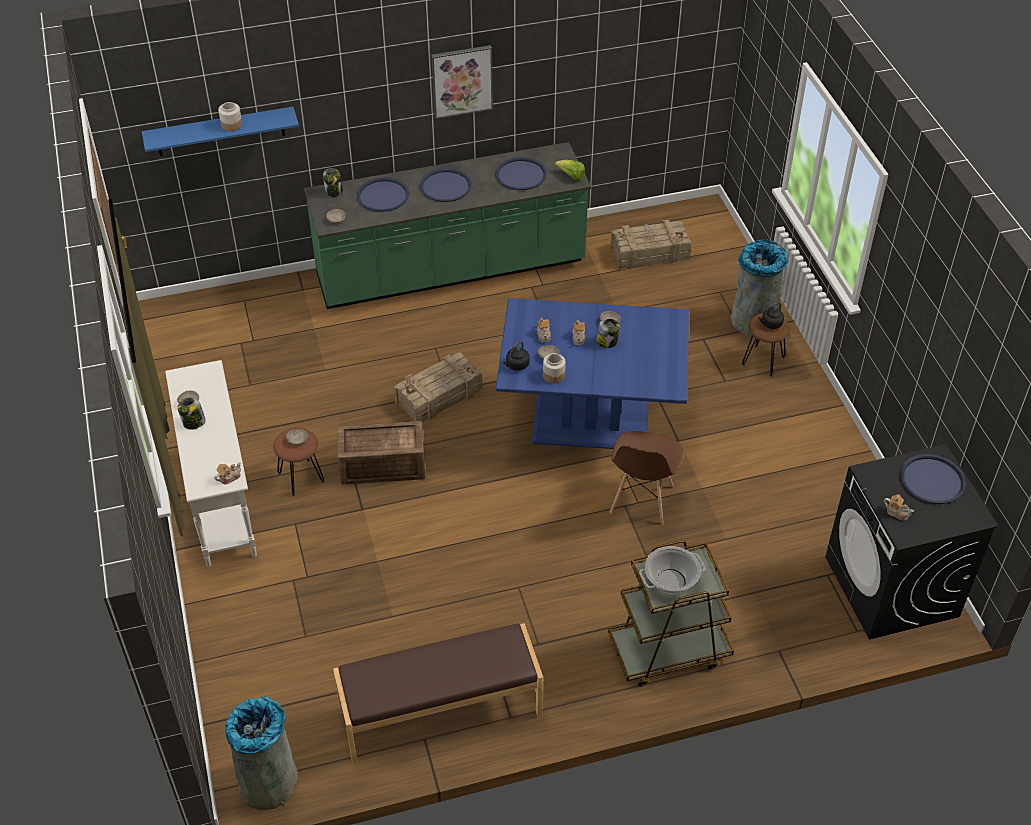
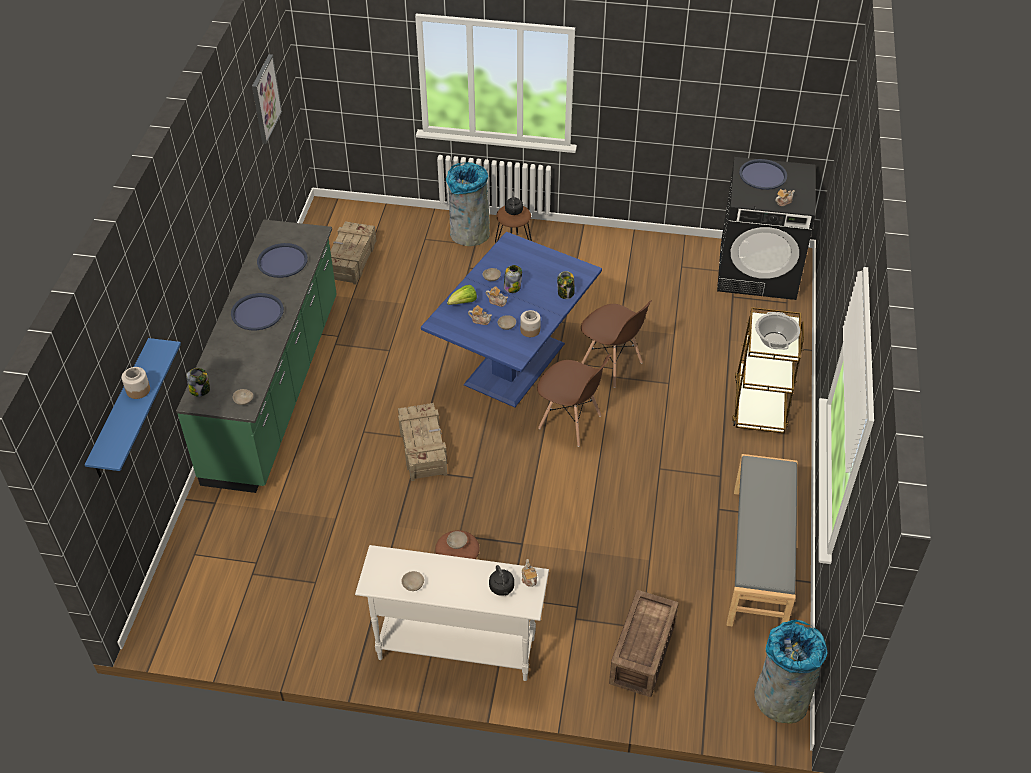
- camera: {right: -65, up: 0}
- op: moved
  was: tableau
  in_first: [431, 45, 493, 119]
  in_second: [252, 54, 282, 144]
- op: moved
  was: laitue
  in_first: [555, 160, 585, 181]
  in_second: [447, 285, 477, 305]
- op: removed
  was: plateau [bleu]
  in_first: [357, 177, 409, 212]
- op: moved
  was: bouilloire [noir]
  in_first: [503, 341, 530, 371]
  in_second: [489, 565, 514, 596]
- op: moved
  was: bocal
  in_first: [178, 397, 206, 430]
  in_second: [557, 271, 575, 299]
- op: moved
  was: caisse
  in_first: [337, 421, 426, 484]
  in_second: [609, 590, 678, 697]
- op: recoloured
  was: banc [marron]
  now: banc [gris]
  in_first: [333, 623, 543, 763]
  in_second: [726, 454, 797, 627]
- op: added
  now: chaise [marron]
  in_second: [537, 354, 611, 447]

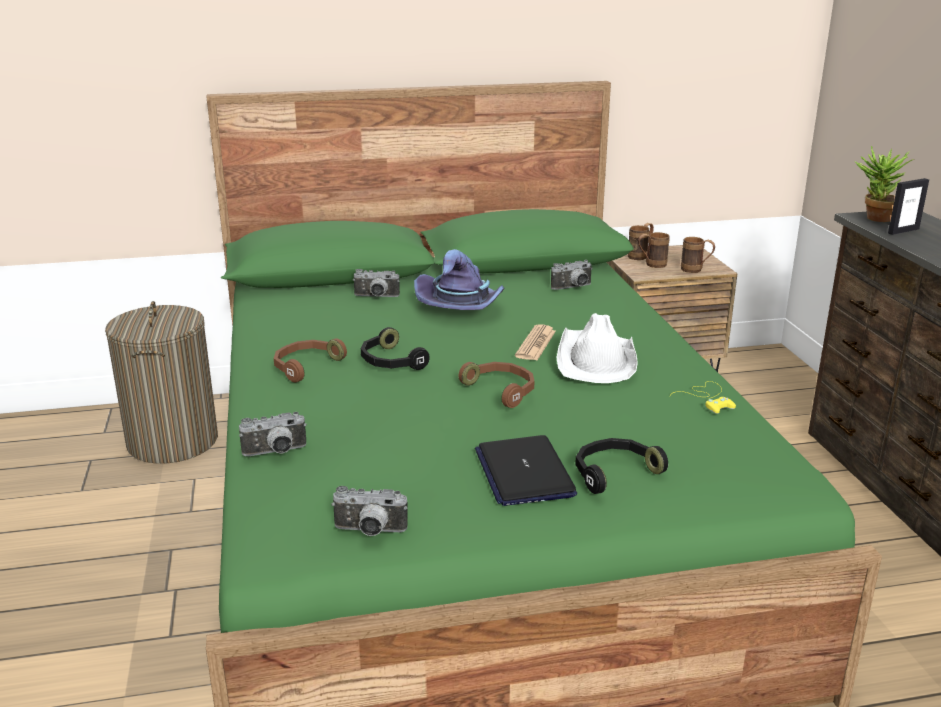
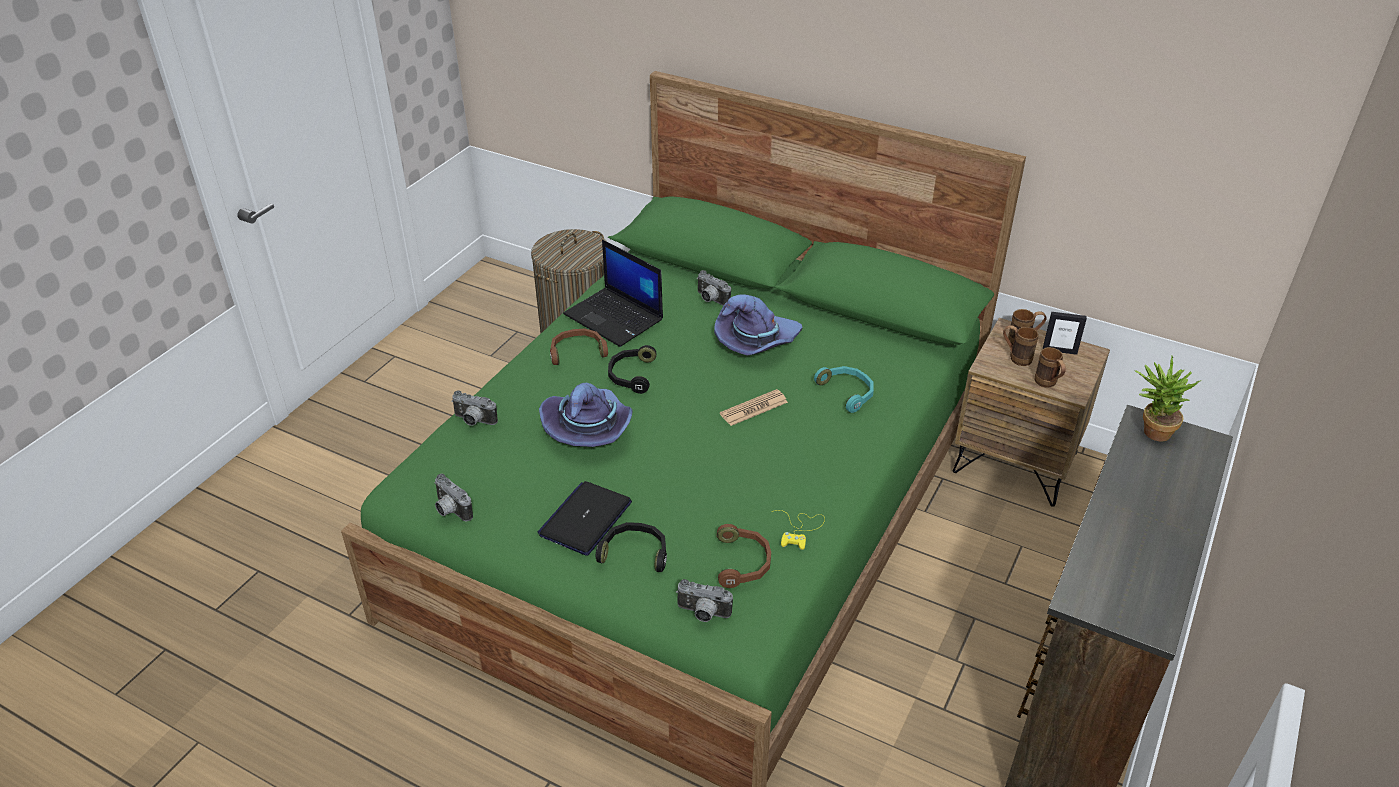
- camera: {right: 40, up: 15}
- op: moved
  was: cadre photo
  in_first: [888, 178, 929, 235]
  in_second: [1043, 312, 1087, 355]
- op: moved
  was: appareil photo
  in_first: [551, 260, 593, 290]
  in_second: [676, 579, 733, 622]
- op: removed
  was: chapeau [blanc]
  in_first: [557, 313, 638, 383]
- op: moved
  was: casque audio [marron]
  in_first: [459, 362, 534, 408]
  in_second: [717, 524, 771, 588]
- op: added
  now: ordinateur portable
  in_second: [563, 240, 663, 347]
- op: added
  now: casque audio [turquoise]
  in_second: [814, 366, 874, 413]
- op: added
  now: chapeau [violet]
  in_second: [539, 383, 632, 447]

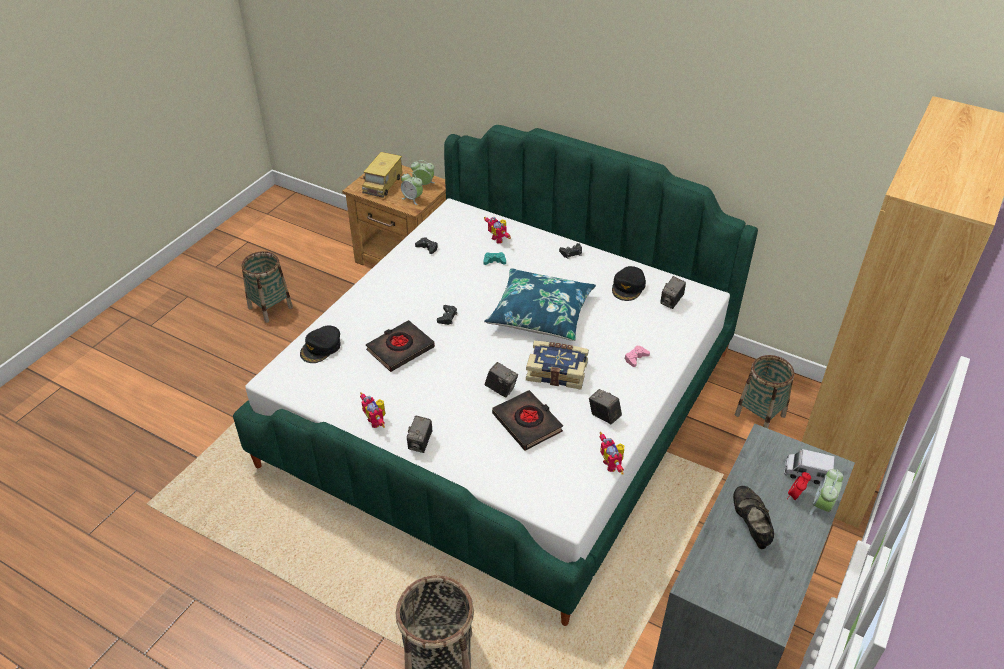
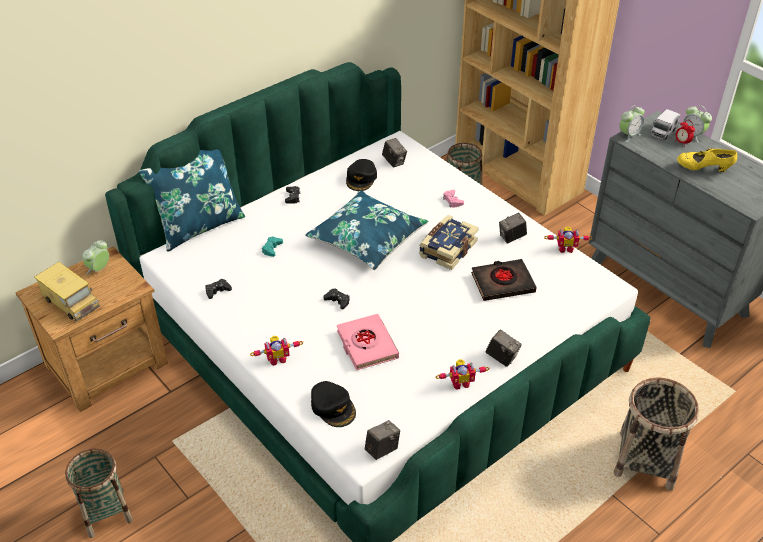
- camera: {right: -70, up: 0}
- op: moved
  was: réveil
  in_first: [401, 172, 423, 205]
  in_second: [619, 105, 644, 142]
- op: moved
  was: robot jouet
  in_first: [484, 217, 511, 244]
  in_second: [250, 336, 303, 366]
- op: turned
  was: casquette [noir]
  in_first: [612, 266, 646, 301]
  in_second: [346, 159, 377, 191]
  clockwise: 60
- op: recoloured
  was: livre [noir]
  now: livre [rose]
  in_first: [366, 320, 435, 372]
  in_second: [337, 314, 399, 370]
- op: moved
  was: appareil photo
  in_first: [485, 362, 518, 398]
  in_second: [365, 420, 400, 460]
- op: recoloured
  was: chaussure [noir]
  now: chaussure [jaune]
  in_first: [733, 486, 774, 549]
  in_second: [677, 148, 737, 172]
- op: added
  now: coussin [bleu]
  in_second: [139, 150, 245, 252]

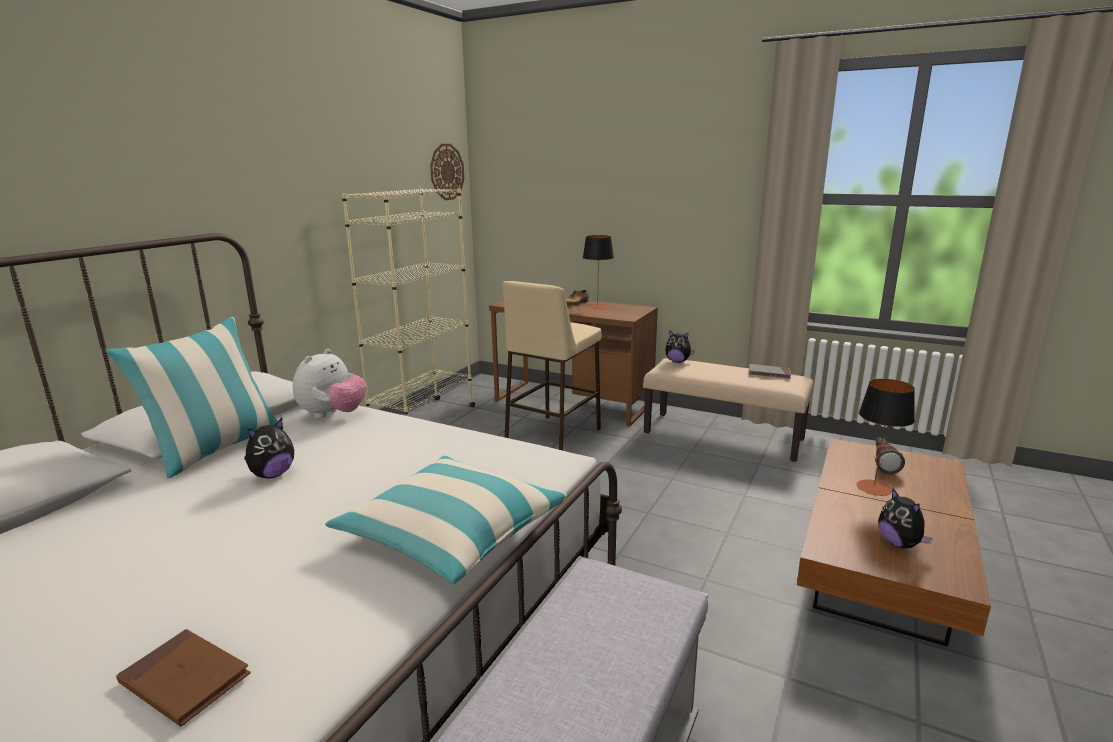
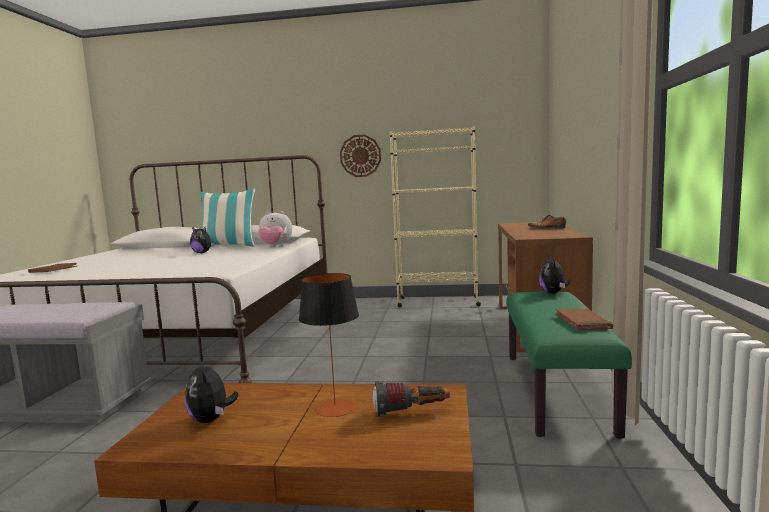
- camera: {right: 70, up: -10}
- op: moved
  was: horloge murale
  in_first: [430, 144, 464, 200]
  in_second: [340, 135, 381, 177]
- op: removed
  was: lampe de table
  in_first: [583, 235, 614, 309]
- op: removed
  was: tabouret [beige]
  in_first: [502, 281, 602, 451]
- op: recoloured
  was: banc [beige]
  now: banc [vert]
  in_first: [643, 358, 814, 462]
  in_second: [506, 292, 632, 439]
- op: recoloured
  was: livre [gris]
  now: livre [marron]
  in_first: [749, 364, 791, 379]
  in_second: [555, 308, 613, 330]
- op: removed
  was: coussin
  in_first: [325, 455, 567, 585]
- op: turned
  was: peluche
  in_first: [878, 487, 933, 548]
  in_second: [185, 358, 238, 423]
  clockwise: -75

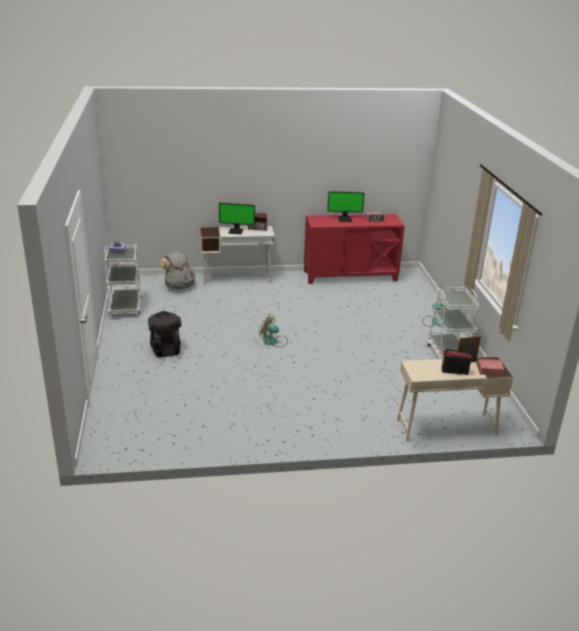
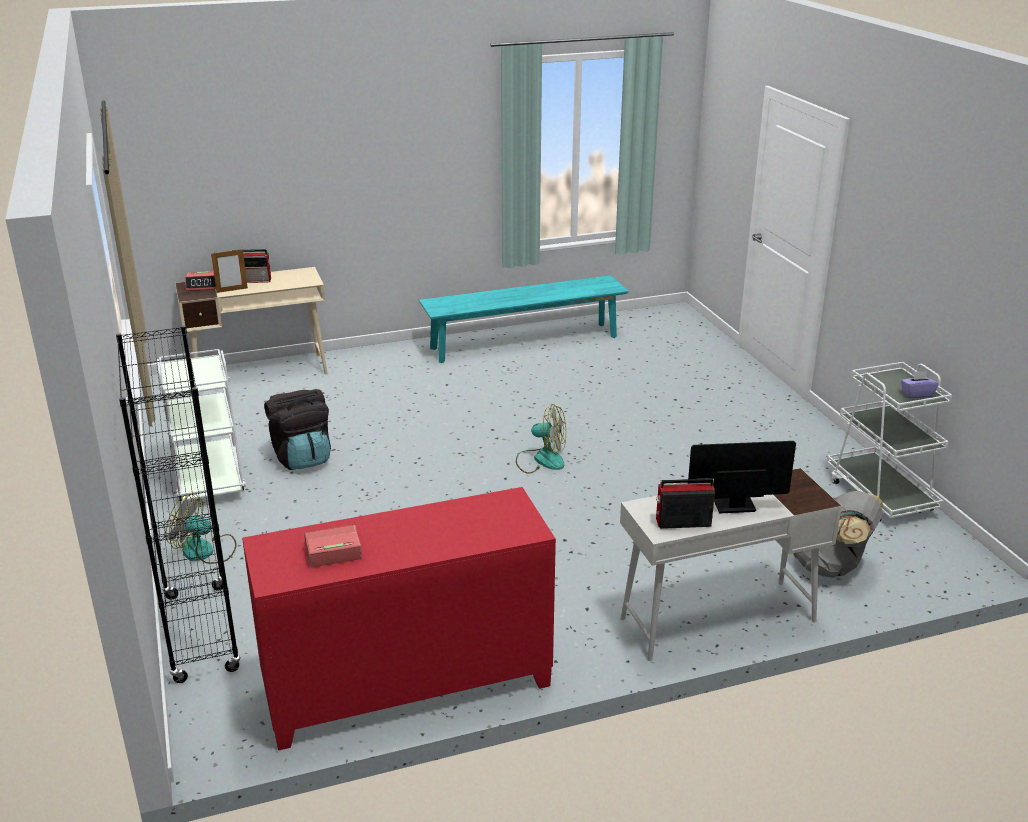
- camera: {right: 170, up: 0}
- op: removed
  was: écran d'ordinateur
  in_first: [327, 191, 364, 222]
- op: moved
  was: sac à dos [noir]
  in_first: [148, 311, 181, 358]
  in_second: [264, 389, 331, 470]
- op: added
  now: banc [turquoise]
  in_second: [419, 275, 629, 363]
- op: added
  now: bibliothèque [noir]
  in_second: [116, 325, 241, 683]

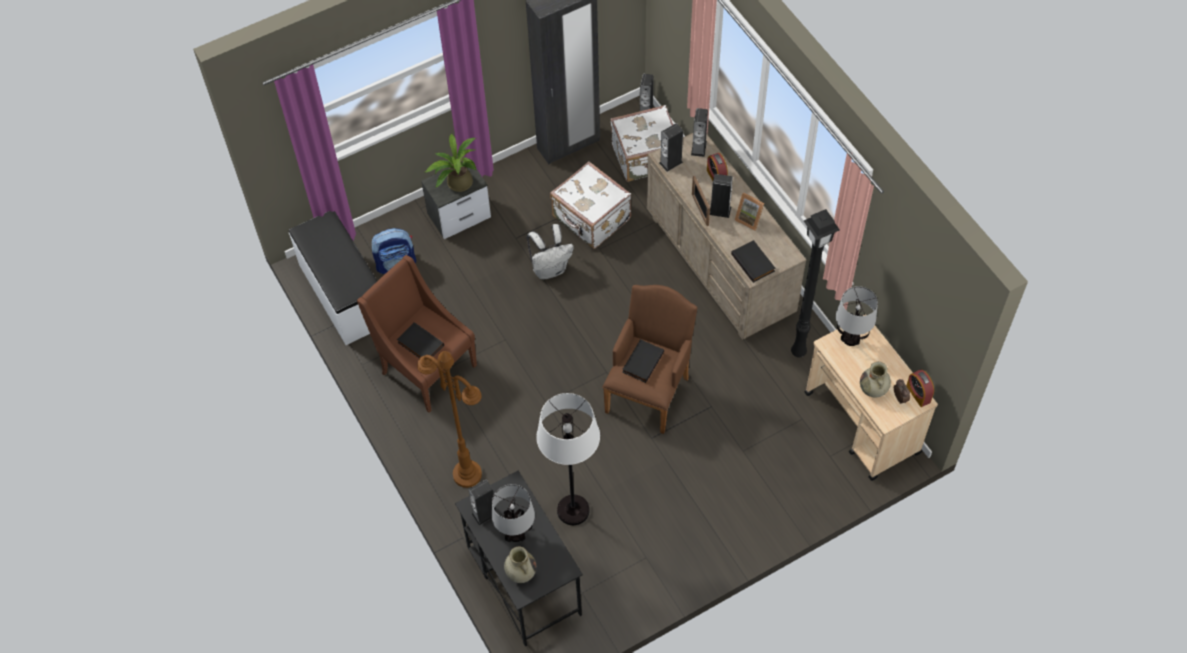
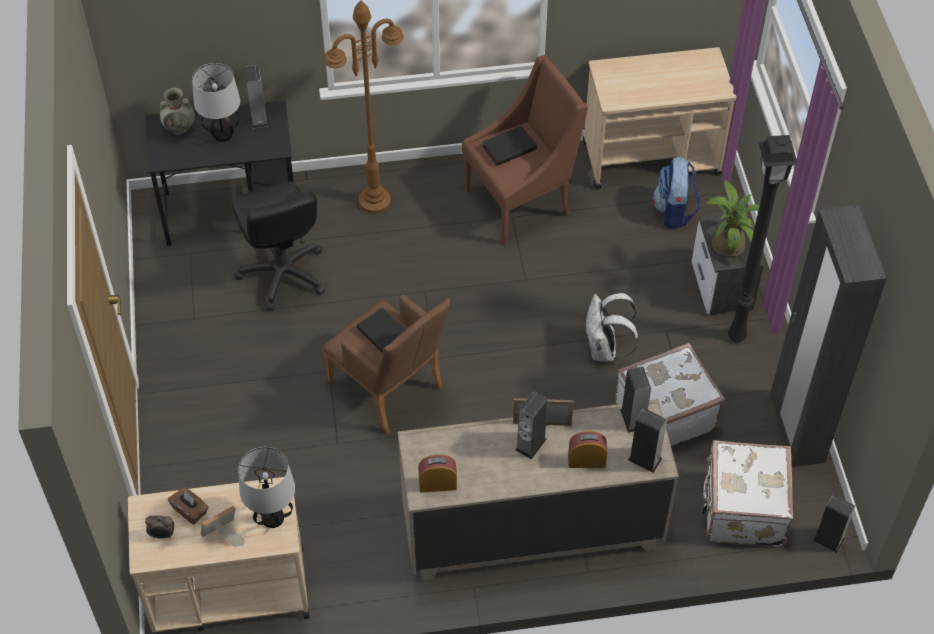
- camera: {right: 110, up: -5}
- op: moved
  was: cadre photo
  in_first: [735, 192, 764, 231]
  in_second: [201, 506, 245, 547]
- op: moved
  was: lampadaire [noir]
  in_first: [791, 209, 839, 358]
  in_second: [728, 135, 798, 343]
- op: replaced
  was: banc [blanc]
  now: chariot [beige]
  in_first: [289, 211, 377, 345]
  in_second: [583, 47, 737, 188]
- op: removed
  was: livre [noir]
  in_first: [731, 240, 775, 283]
- op: replaced
  was: vase [beige]
  now: boîte à mouchoirs [marron]
  in_first: [860, 362, 891, 397]
  in_second: [168, 487, 208, 525]
- op: moved
  was: réveil
  in_first: [906, 370, 934, 407]
  in_second: [418, 455, 457, 493]
- op: replaced
  was: lampadaire [blanc]
  now: chaise de bureau [noir]
  in_first: [536, 393, 600, 525]
  in_second: [232, 181, 325, 311]

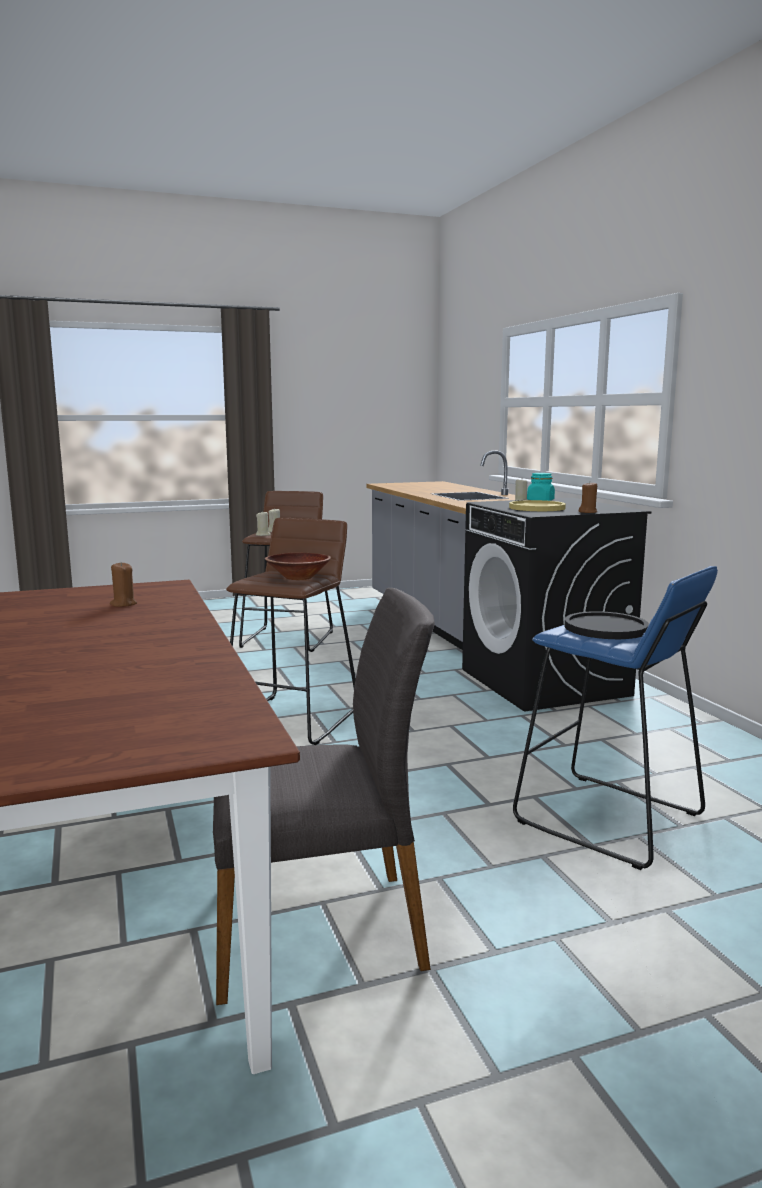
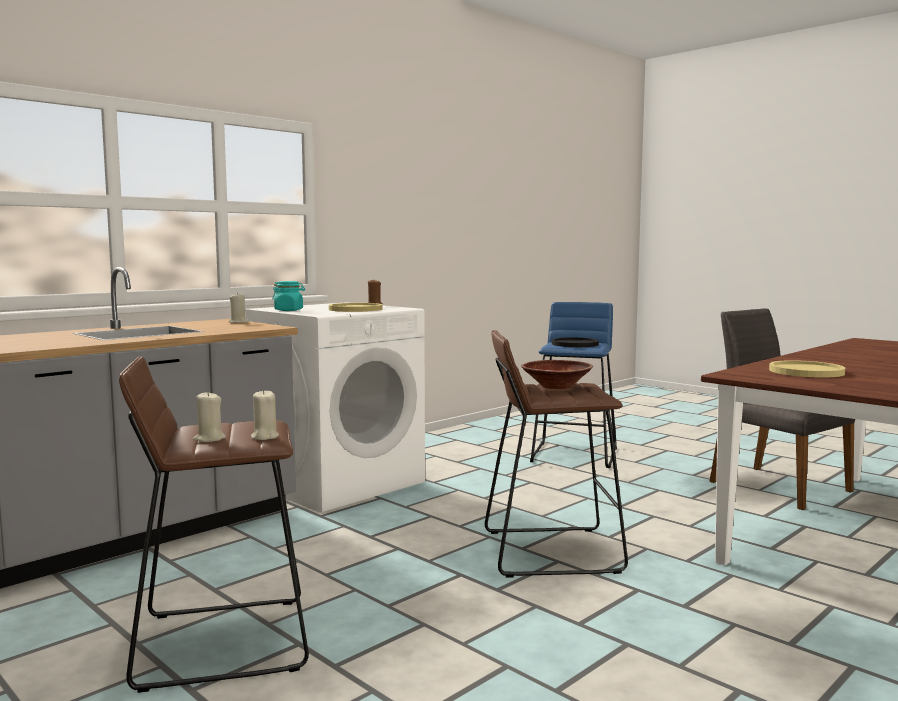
- camera: {right: -115, up: -5}
- op: recoloured
  was: lave-linge [noir]
  now: lave-linge [blanc]
  in_first: [462, 498, 651, 711]
  in_second: [245, 302, 425, 512]
- op: replaced
  was: bougie [marron]
  now: assiette [jaune]
  in_first: [110, 563, 137, 607]
  in_second: [769, 360, 845, 378]

